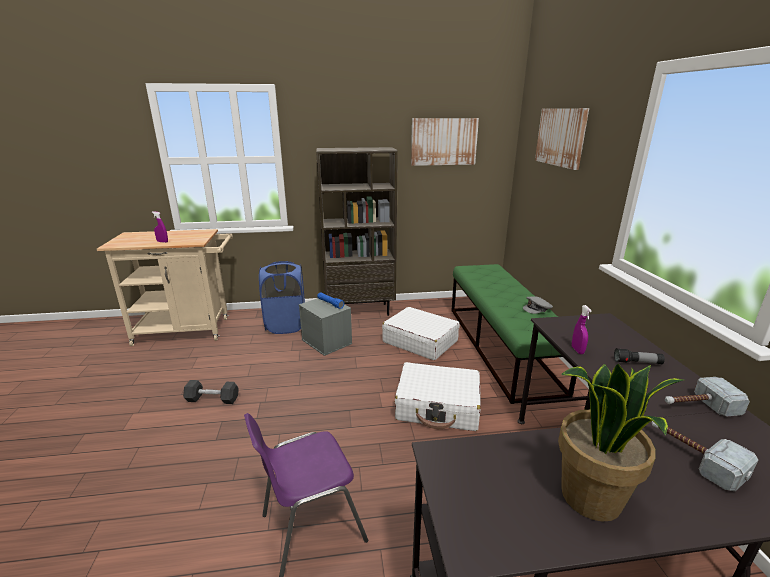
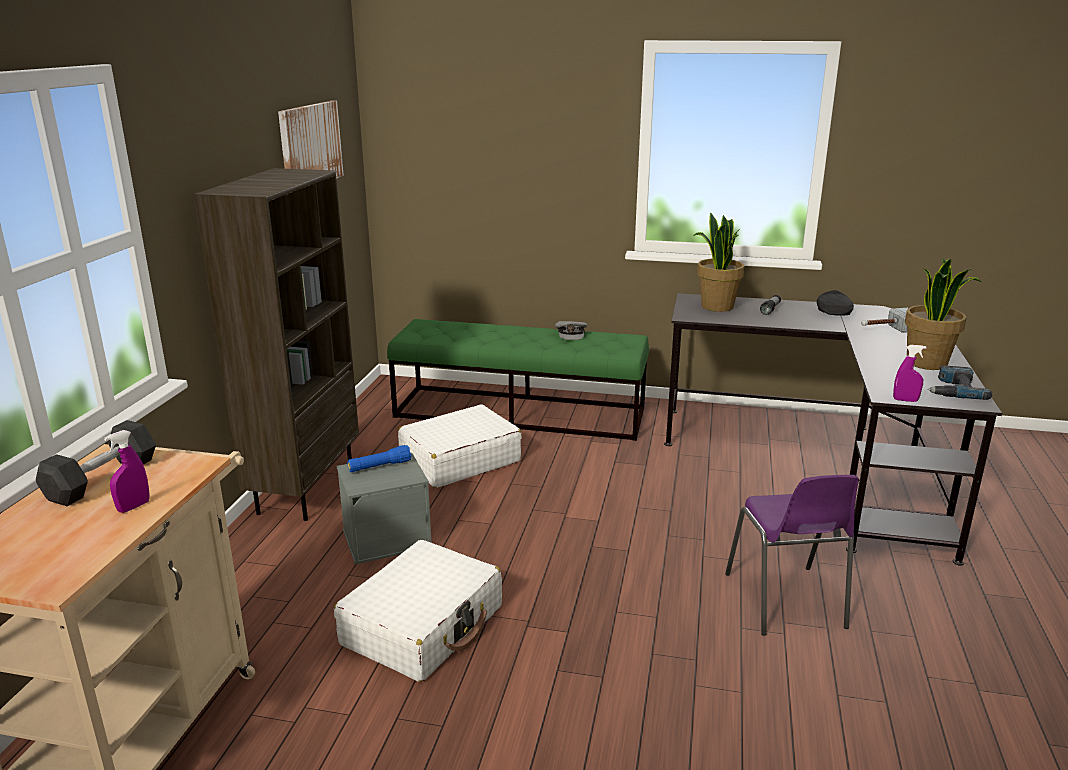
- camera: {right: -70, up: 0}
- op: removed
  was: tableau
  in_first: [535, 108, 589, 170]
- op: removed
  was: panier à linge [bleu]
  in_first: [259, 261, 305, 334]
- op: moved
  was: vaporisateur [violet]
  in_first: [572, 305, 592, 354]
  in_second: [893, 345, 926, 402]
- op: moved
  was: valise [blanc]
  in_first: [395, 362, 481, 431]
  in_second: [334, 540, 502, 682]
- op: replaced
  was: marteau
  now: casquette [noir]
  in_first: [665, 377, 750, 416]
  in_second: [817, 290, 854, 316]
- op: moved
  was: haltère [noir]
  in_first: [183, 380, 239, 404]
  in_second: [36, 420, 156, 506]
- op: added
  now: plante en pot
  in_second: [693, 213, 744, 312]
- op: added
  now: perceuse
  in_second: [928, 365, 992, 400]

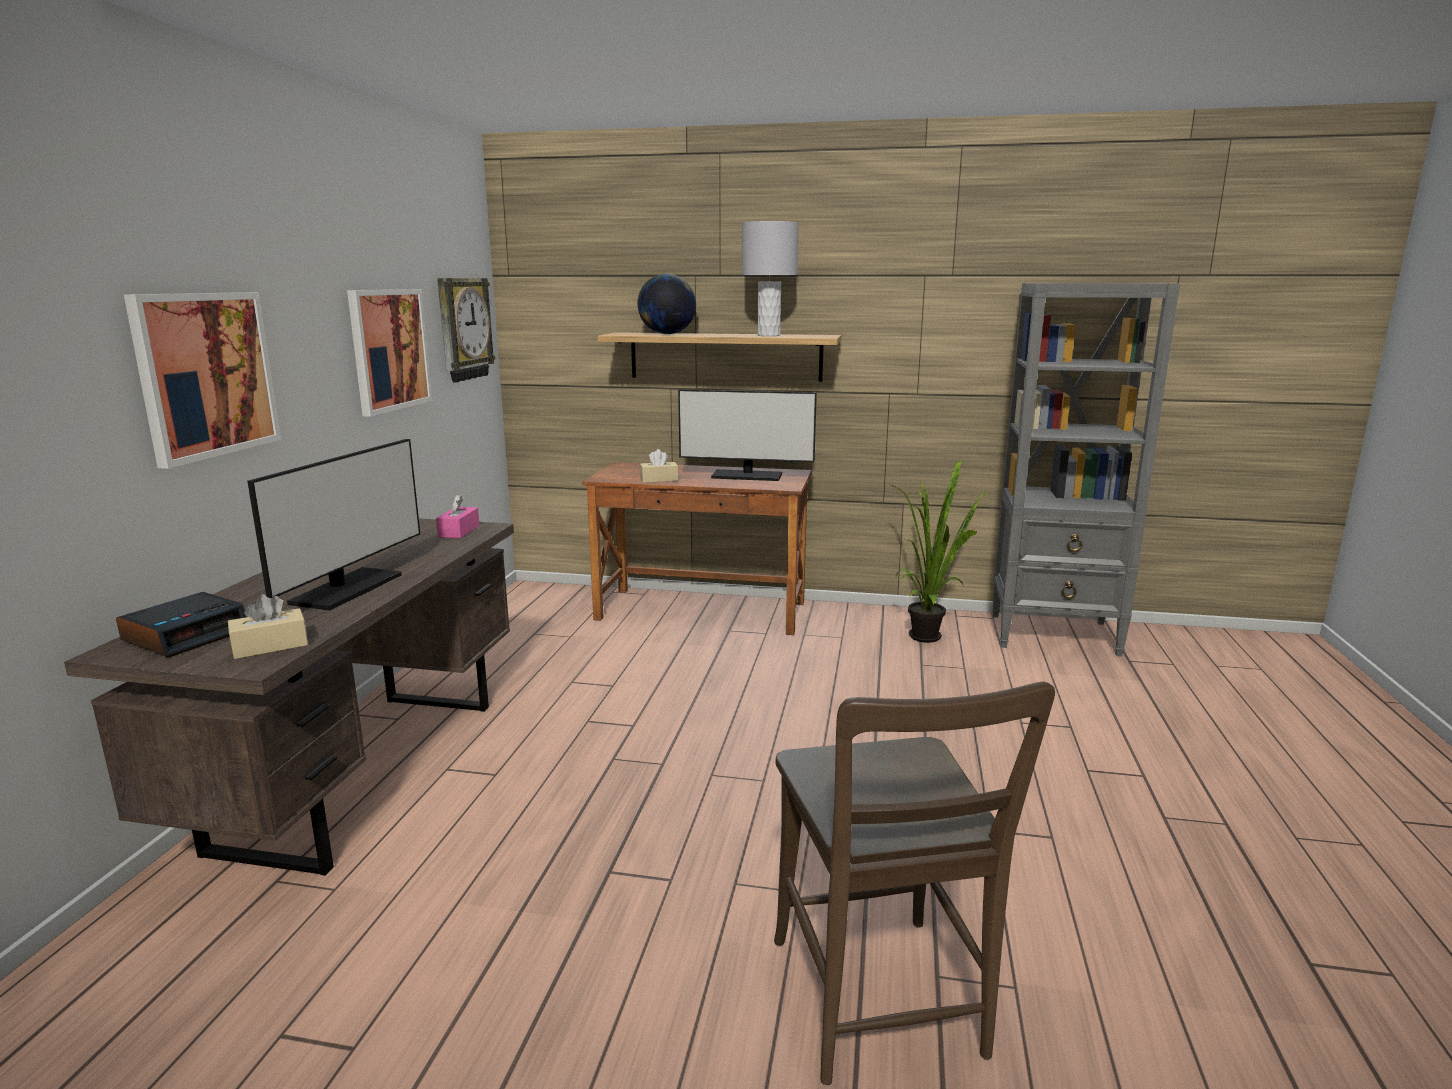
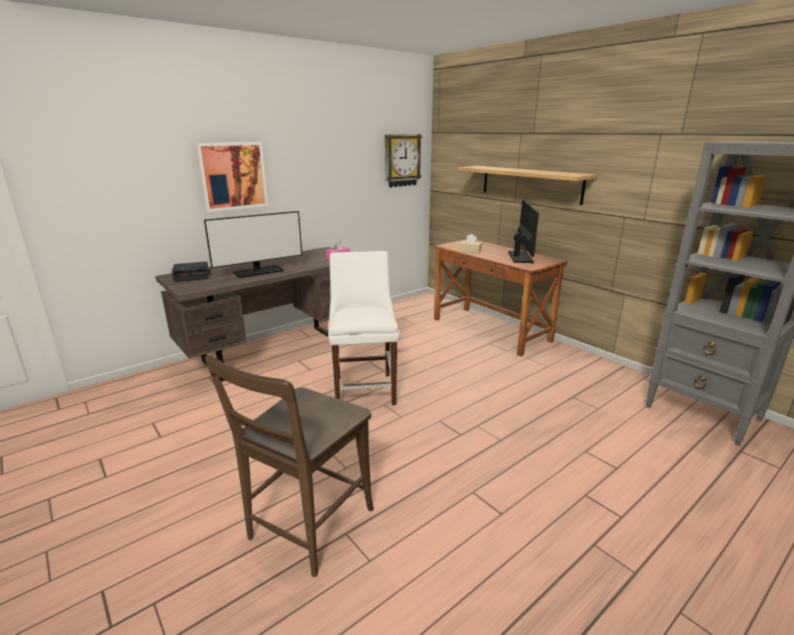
- camera: {right: 40, up: 5}
- op: removed
  was: lampe de table [gris]
  in_first: [742, 221, 799, 336]
- op: removed
  was: globe
  in_first: [638, 274, 696, 334]
- op: removed
  was: tableau
  in_first: [347, 289, 433, 417]
- op: turned
  was: écran d'ordinateur
  in_first: [678, 389, 817, 481]
  in_second: [508, 200, 539, 263]
  clockwise: -135
- op: removed
  was: plante en pot
  in_first: [891, 460, 988, 643]
- op: removed
  was: boîte à mouchoirs [beige]
  in_first: [228, 594, 308, 659]
- op: added
  now: chaise [blanc]
  in_second: [328, 251, 400, 405]

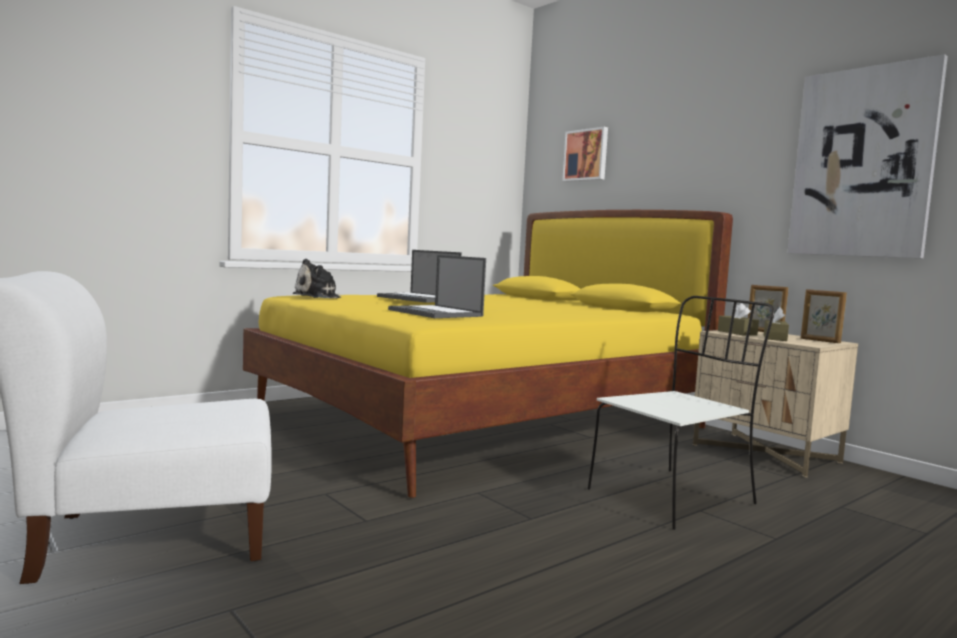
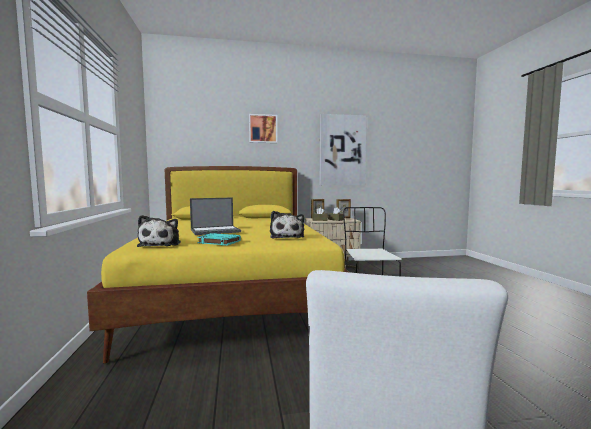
- camera: {right: -60, up: 0}
- op: moved
  was: tableau
  in_first: [562, 127, 608, 182]
  in_second: [249, 114, 277, 143]
- op: replaced
  was: ordinateur portable
  now: peluche
  in_first: [388, 255, 486, 318]
  in_second: [270, 211, 304, 239]
- op: added
  now: livre [turquoise]
  in_second: [197, 233, 241, 246]

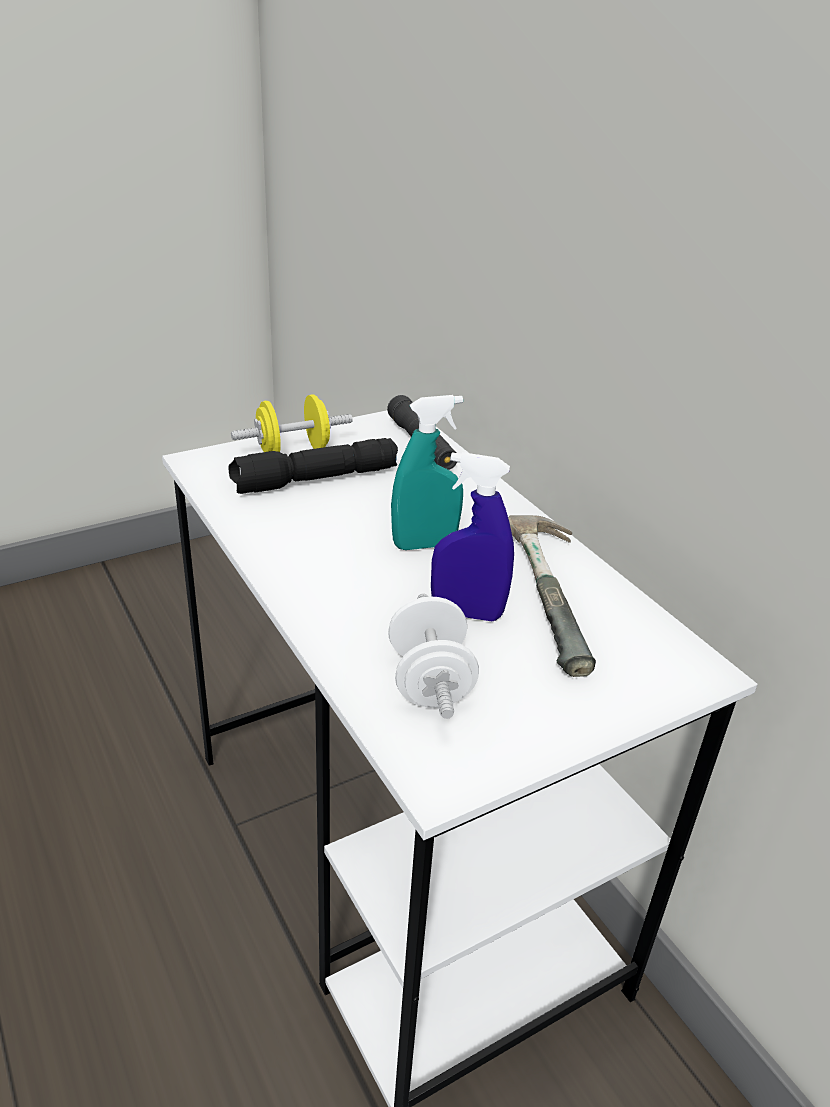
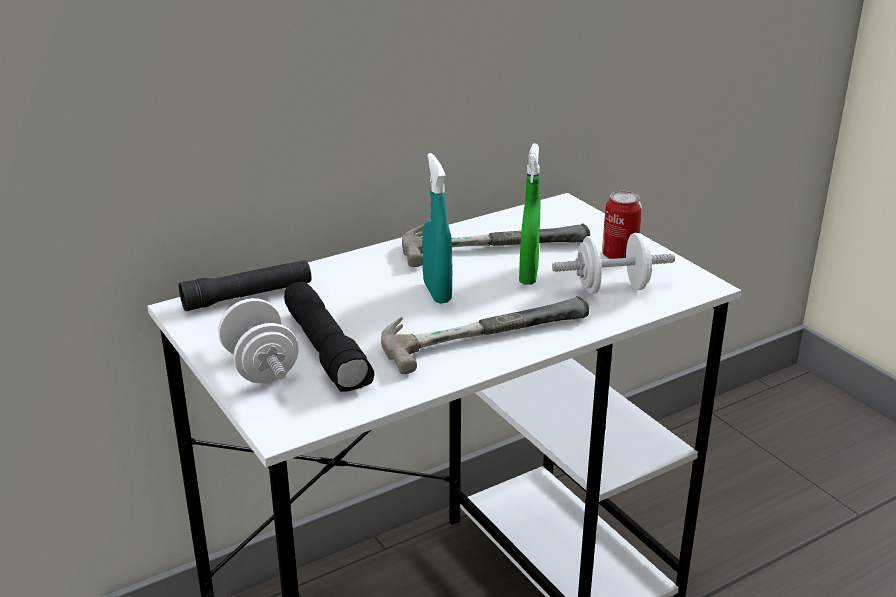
- camera: {right: -90, up: -5}
- op: recoloured
  was: haltère [jaune]
  now: haltère [blanc]
  in_first: [231, 394, 353, 452]
  in_second: [218, 298, 299, 383]
- op: recoloured
  was: vaporisateur [bleu]
  now: vaporisateur [vert]
  in_first: [431, 452, 514, 621]
  in_second: [519, 144, 540, 285]
- op: added
  now: boîte métallique
  in_second: [602, 191, 642, 259]
- op: added
  now: marteau
  in_second: [381, 296, 589, 374]

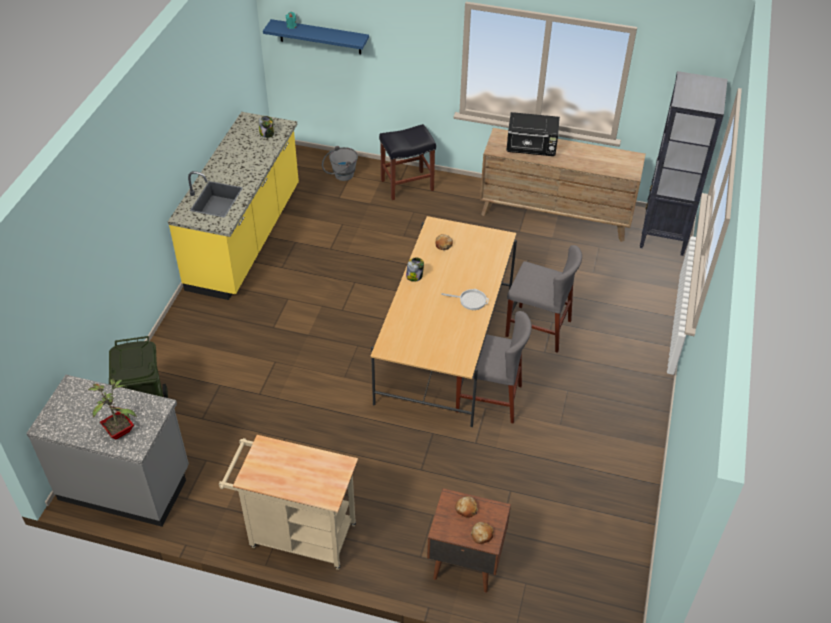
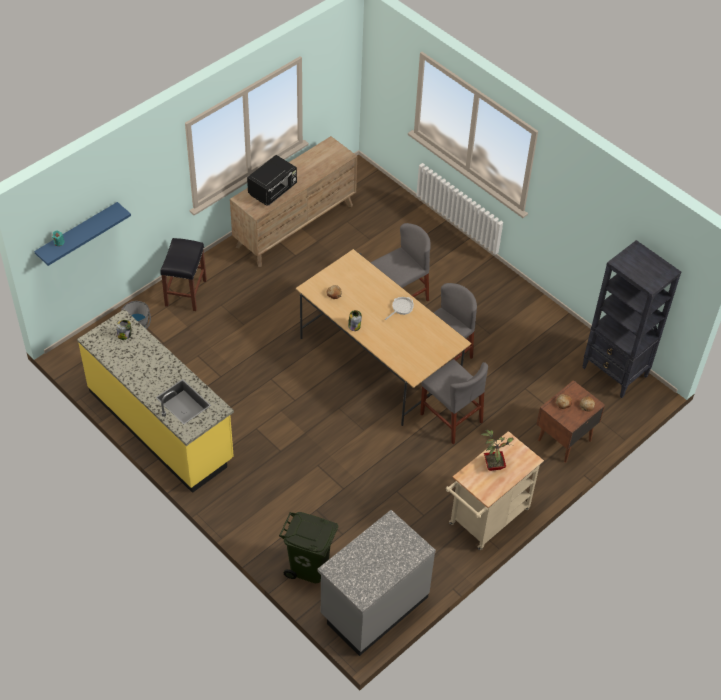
- camera: {right: -60, up: 5}
- op: moved
  was: bibliothèque [noir]
  in_first: [640, 71, 728, 256]
  in_second: [582, 240, 681, 398]
- op: moved
  was: plante en pot
  in_first: [88, 379, 137, 440]
  in_second: [481, 430, 513, 471]
- op: added
  now: chaise [gris]
  in_second: [420, 359, 488, 444]

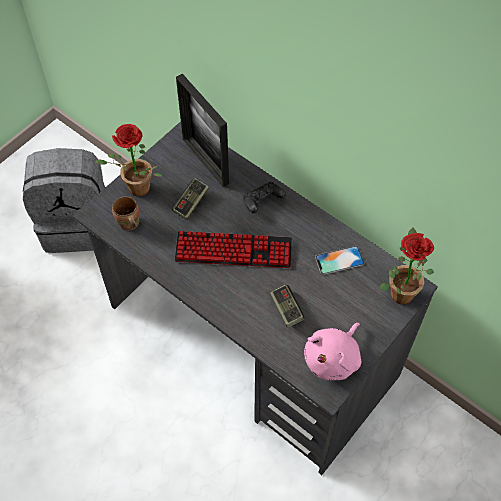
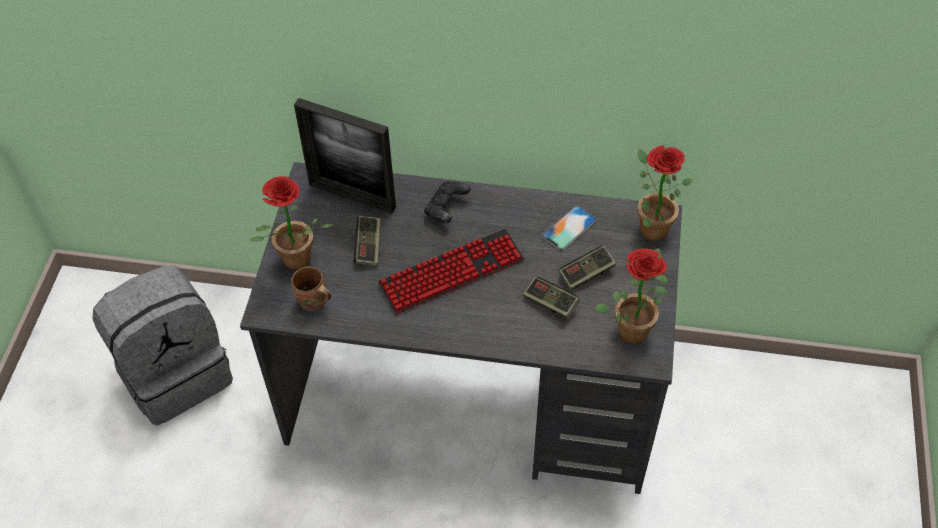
- camera: {right: -30, up: -5}
- op: replaced
  was: peluche [rose]
  now: plante en pot
  in_first: [304, 323, 361, 380]
  in_second: [595, 248, 669, 344]
- op: added
  now: manette
  in_second: [559, 246, 616, 290]

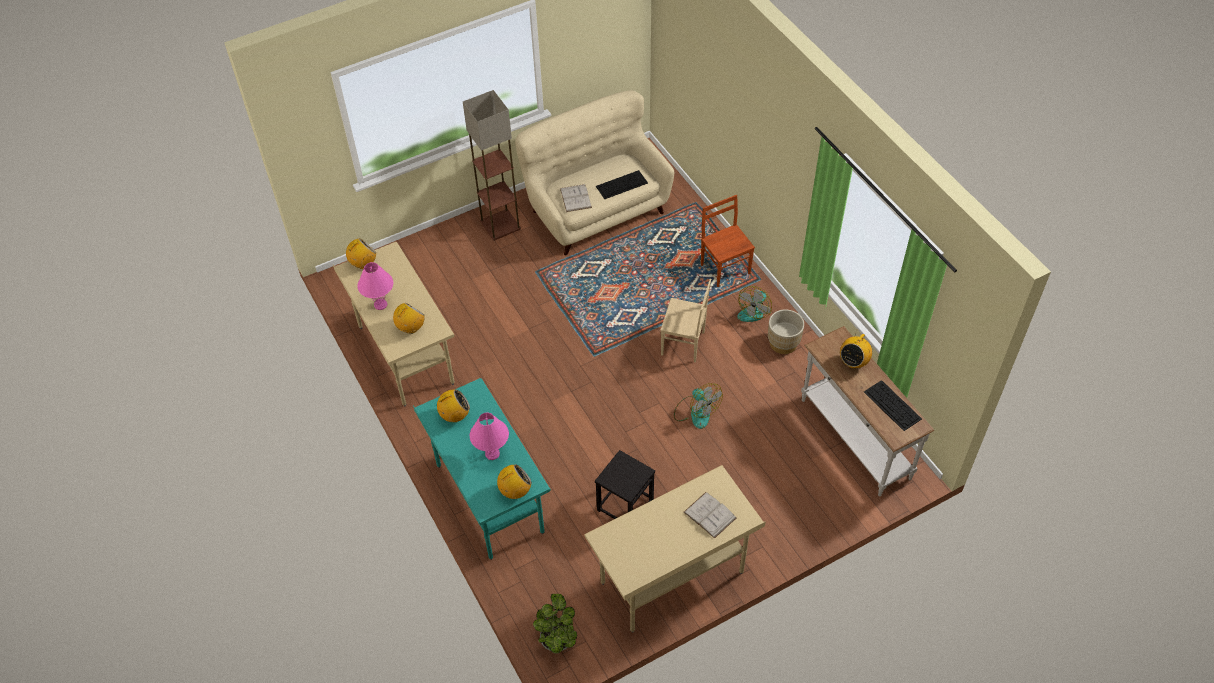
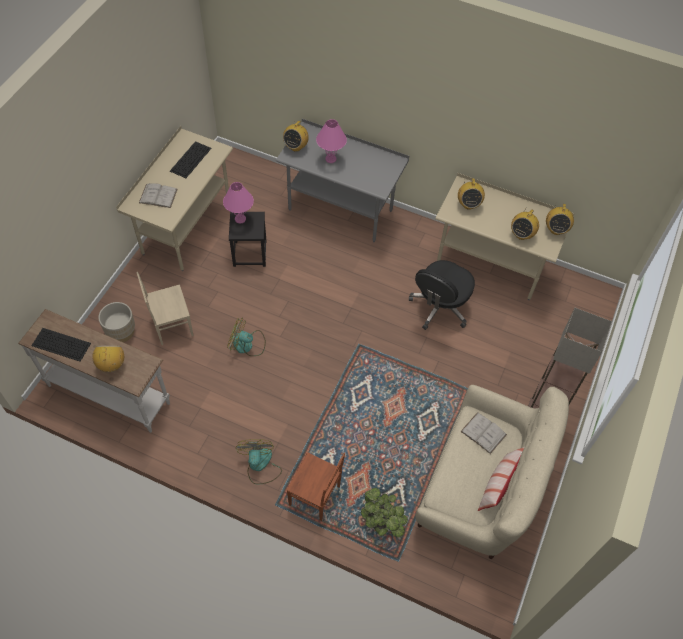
- camera: {right: 140, up: 5}
- op: moved
  was: clavier
  in_first: [596, 170, 648, 199]
  in_second: [170, 141, 211, 178]
- op: moved
  was: lampe de table [rose]
  in_first: [357, 262, 393, 310]
  in_second: [223, 182, 254, 224]
- op: moved
  was: chaise [beige]
  in_first: [660, 279, 711, 363]
  in_second: [136, 272, 194, 345]
- op: moved
  was: cache-pot [beige]
  in_first: [768, 309, 804, 354]
  in_second: [98, 302, 135, 342]
- op: recoloured
  was: bureau [turquoise]
  now: bureau [gris]
  in_first: [413, 378, 551, 560]
  in_second: [276, 119, 409, 242]
- op: moved
  was: radio
  in_first: [437, 390, 470, 422]
  in_second: [511, 210, 539, 240]
- op: moved
  was: plante en pot
  in_first: [533, 594, 577, 653]
  in_second: [361, 488, 408, 537]
- op: added
  now: chaise de bureau [noir]
  in_second: [409, 260, 475, 330]
- op: added
  now: coussin
  in_second: [478, 447, 525, 511]

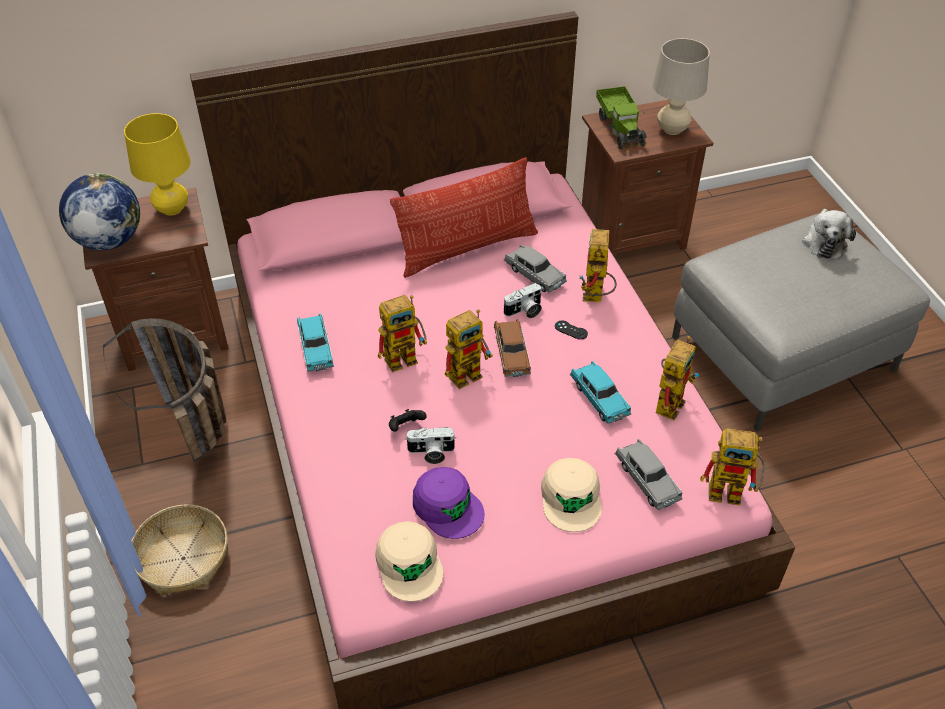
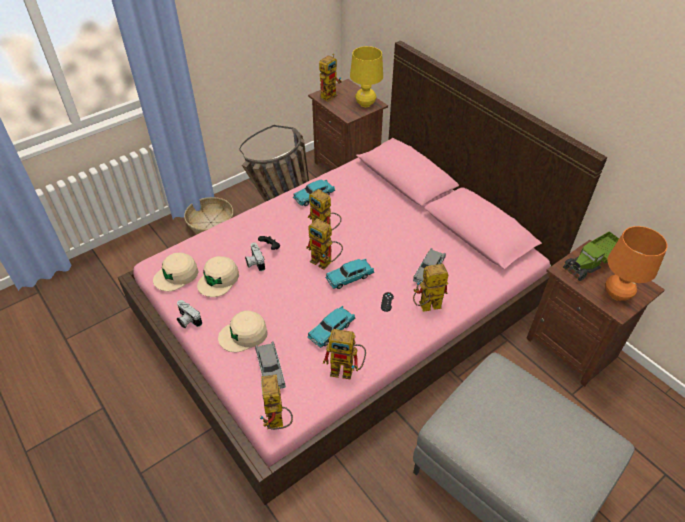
- camera: {right: 70, up: 0}
- op: recoloured
  was: lampe de table [beige]
  now: lampe de table [orange]
  in_first: [652, 38, 710, 135]
  in_second: [606, 226, 668, 301]
- op: removed
  was: coussin
  in_first: [390, 157, 538, 278]
- op: replaced
  was: globe
  now: robot jouet
  in_first: [59, 173, 140, 250]
  in_second: [319, 54, 342, 102]
- op: removed
  was: peluche
  in_first: [802, 209, 856, 259]
- op: moved
  was: appareil photo
  in_first: [503, 283, 542, 318]
  in_second: [177, 300, 202, 328]
- op: recoloured
  was: petite voiture [marron]
  now: petite voiture [turquoise]
  in_first: [494, 319, 531, 377]
  in_second: [325, 259, 374, 289]
- op: turned
  was: petite voiture [gris]
  in_first: [615, 439, 683, 510]
  in_second: [255, 341, 286, 389]
  clockwise: -60
- op: recoloured
  was: casquette [violet]
  now: casquette [beige]
  in_first: [413, 467, 485, 539]
  in_second: [197, 256, 239, 297]

